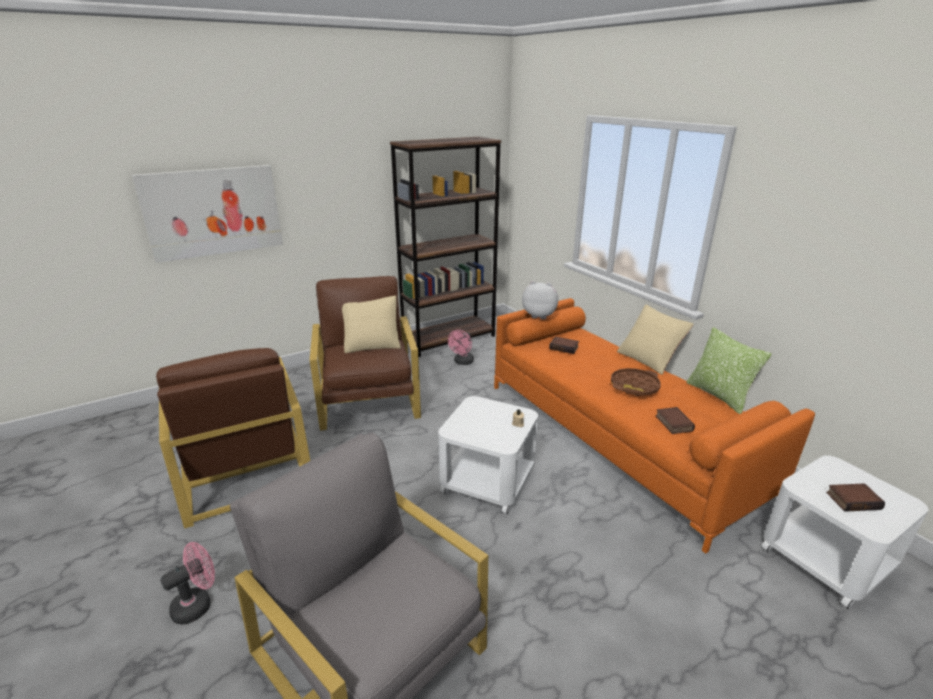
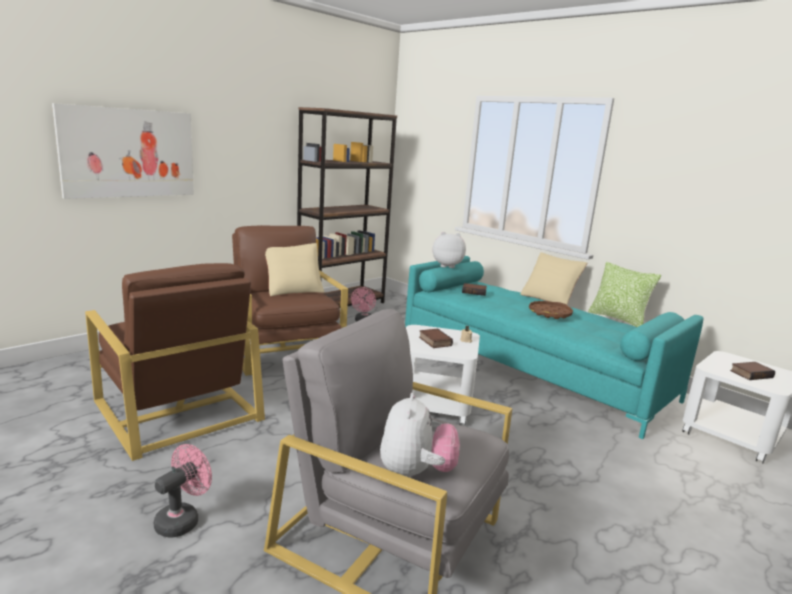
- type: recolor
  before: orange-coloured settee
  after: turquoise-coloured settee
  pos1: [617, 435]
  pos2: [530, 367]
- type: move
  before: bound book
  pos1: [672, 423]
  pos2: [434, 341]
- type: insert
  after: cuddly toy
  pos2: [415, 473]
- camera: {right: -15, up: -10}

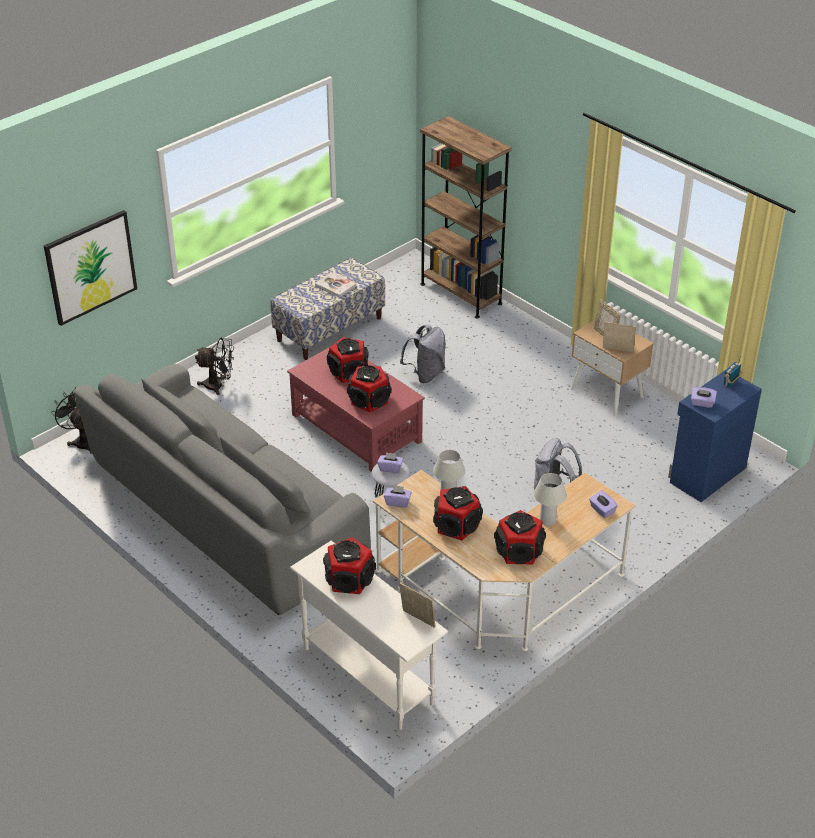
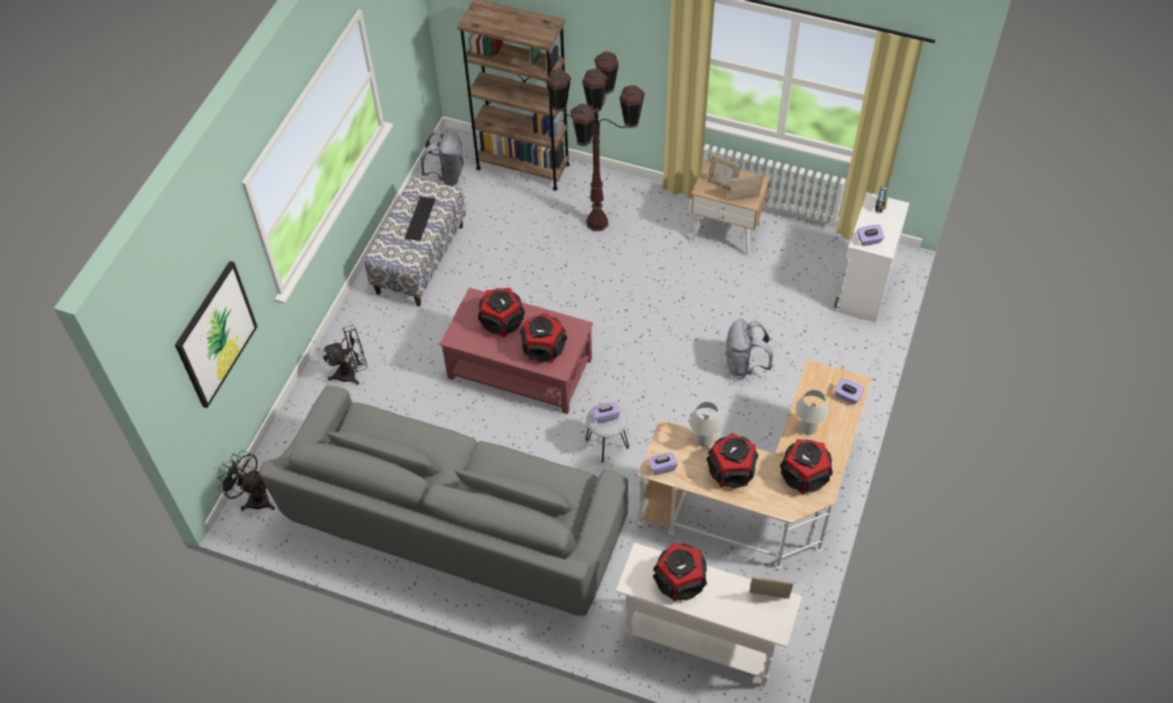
- type: replace
  before: bound book
  after: computer keyboard
  pos1: [335, 286]
  pos2: [420, 218]
- type: move
  before: grey knapsack
  pos1: [425, 374]
  pos2: [446, 175]
- type: recolor
  before: blue-coloured storage cabinet
  after: white storage cabinet
  pos1: [706, 475]
  pos2: [863, 290]
- type: insert
  after: brown-coloured standing lamp
  pos2: [597, 222]
- camera: {right: -25, up: 15}

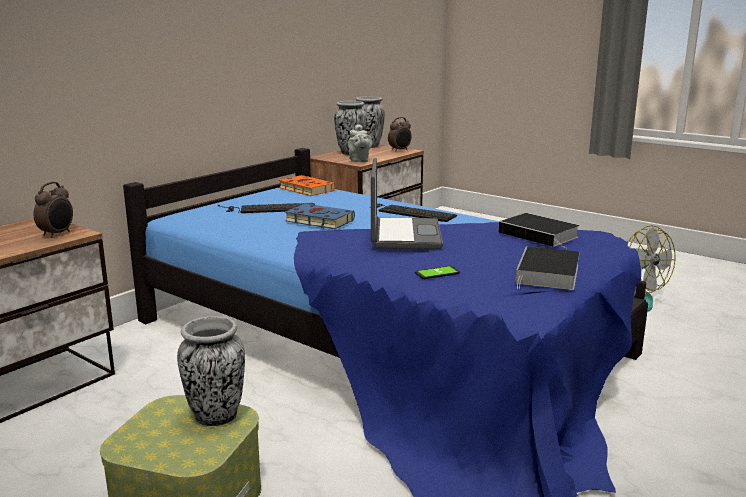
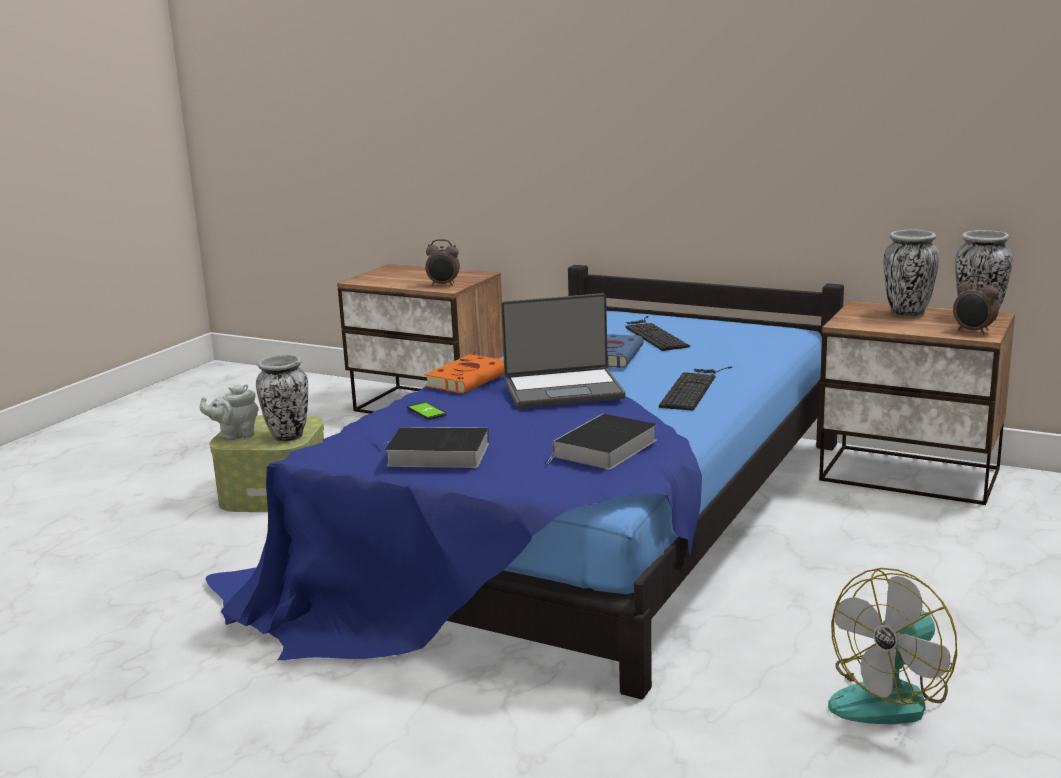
- type: move
  before: grey tea pot
  pos1: [359, 160]
  pos2: [235, 435]
- type: move
  before: orange-coloured bound book
  pos1: [305, 189]
  pos2: [468, 379]
- camera: {right: 80, up: 0}

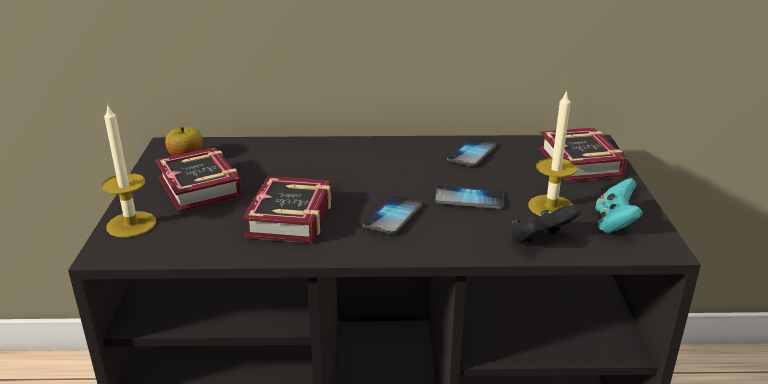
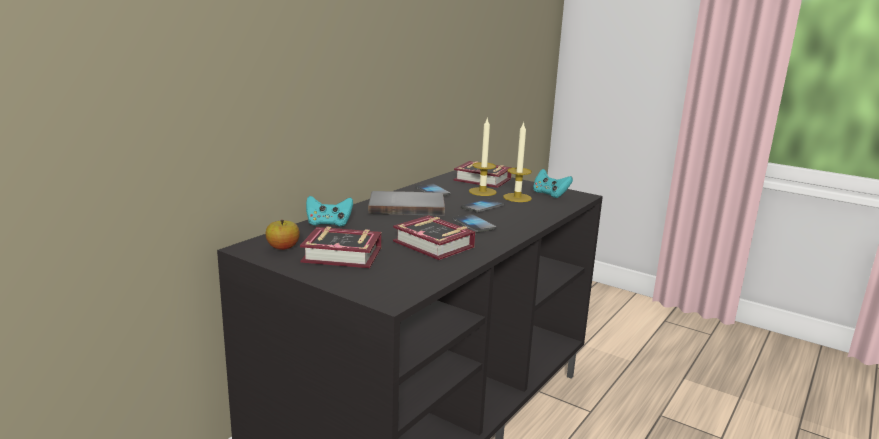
- type: move
  before: wax light
  pos1: [131, 224]
  pos2: [482, 192]
- type: delete
  before: black-coloured gamepad
  pos1: [541, 240]
- type: insert
  after: grey bound book
  pos2: [406, 206]
- type: insert
  after: turquoise-coloured gamepad
  pos2: [329, 224]
- camera: {right: -55, up: -10}

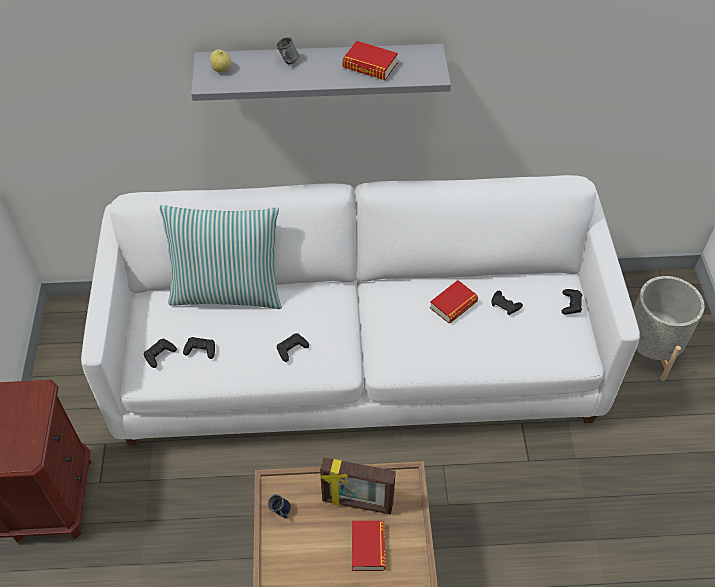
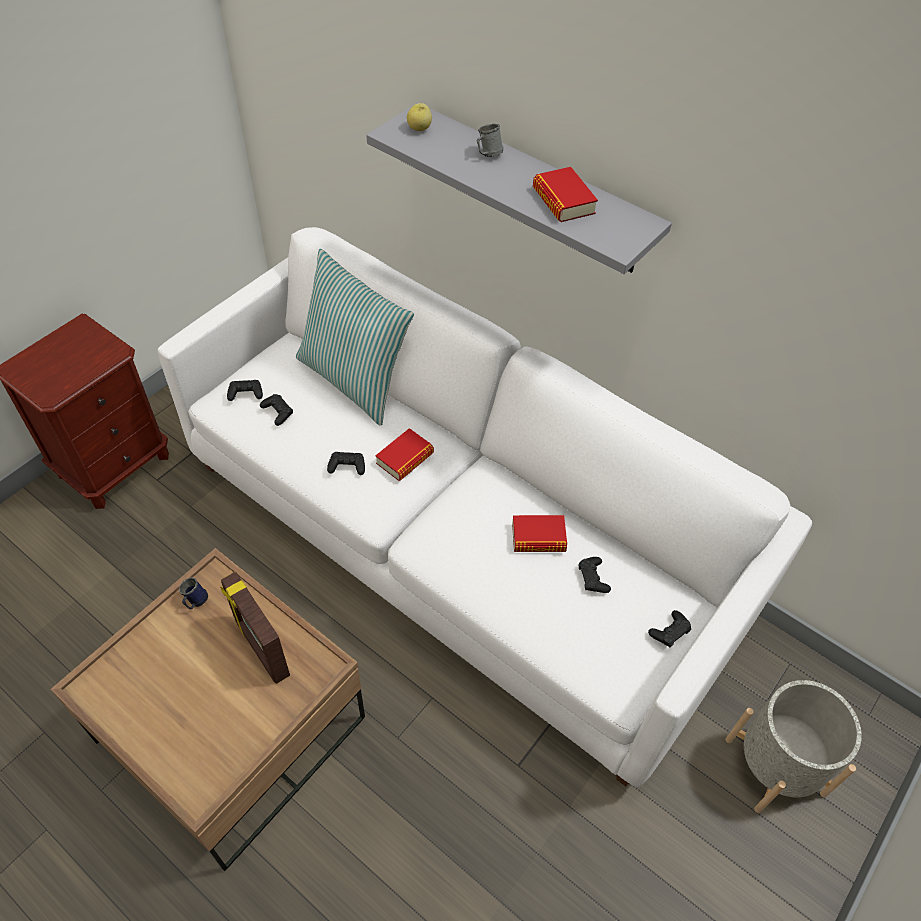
- type: move
  before: bound book
  pos1: [368, 548]
  pos2: [405, 458]
- camera: {right: 40, up: 0}

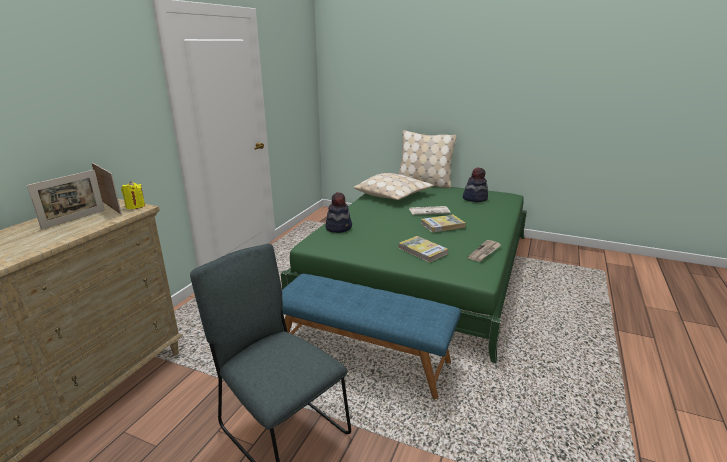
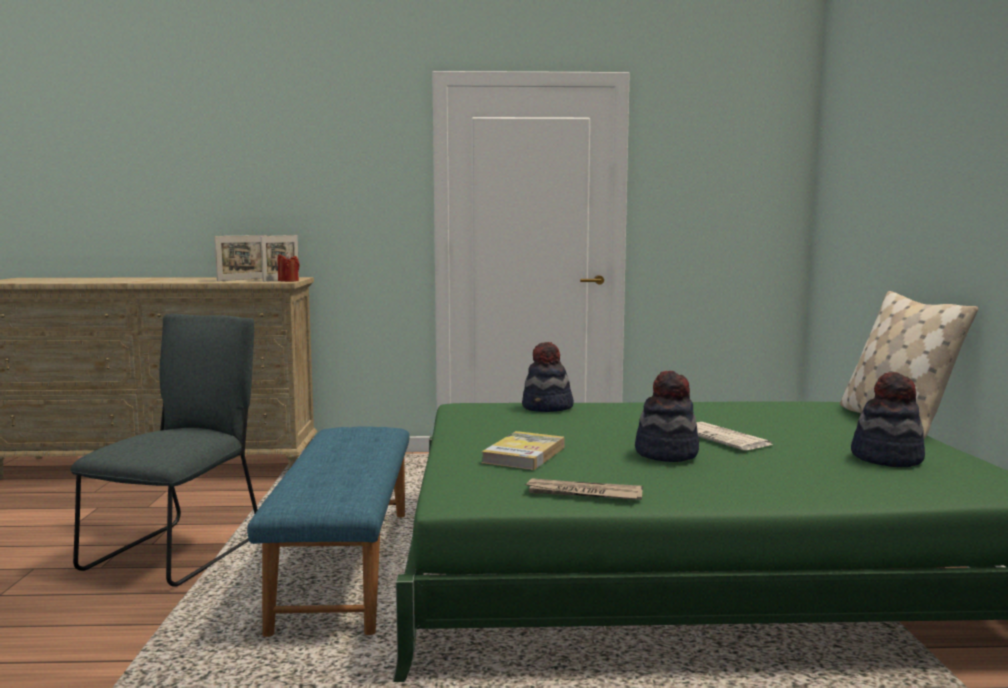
- type: rotate
  before: standing frame
  pos1: [74, 219]
  pos2: [243, 279]
  turn: -60
- type: delete
  before: sand-coloured pillow
  pos1: [394, 195]
- type: recolor
  before: yellow wax light
  after: red-coloured wax light
  pos1: [135, 206]
  pos2: [288, 281]
- type: replace
  before: bound book
  after: clothing hat
  pos1: [442, 225]
  pos2: [666, 453]
- camera: {right: 65, up: -15}

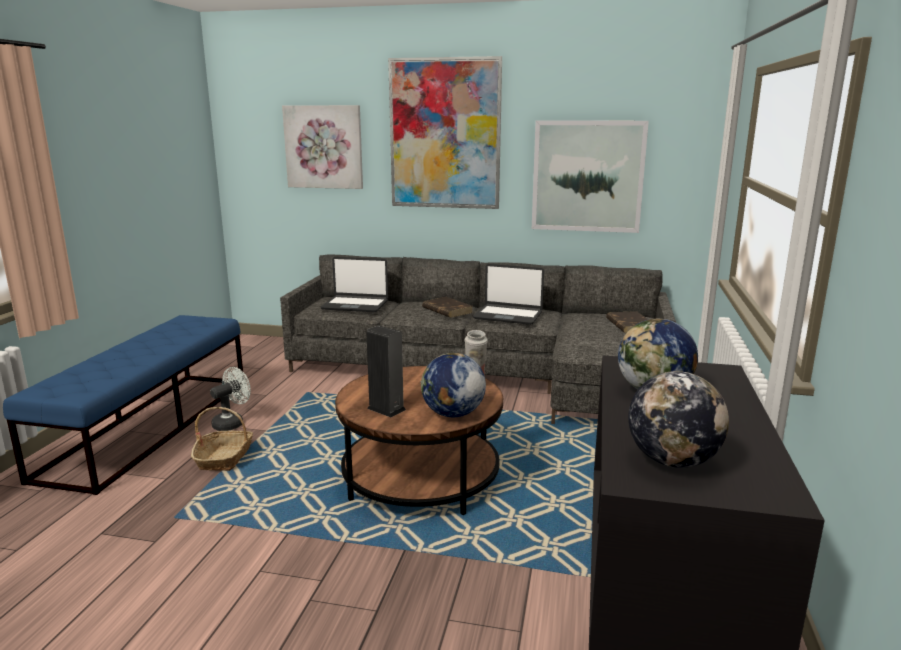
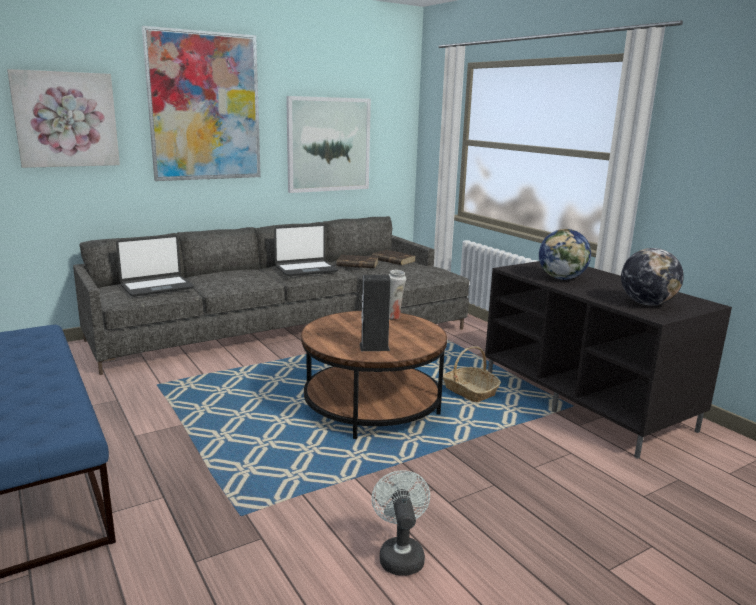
- type: move
  before: brown-coloured bound book
  pos1: [447, 310]
  pos2: [357, 264]
- type: delete
  before: desk globe
  pos1: [452, 414]
- type: move
  before: white fan
  pos1: [232, 423]
  pos2: [400, 554]
- type: move
  before: basket
  pos1: [225, 458]
  pos2: [469, 391]
- camera: {right: -45, up: 0}

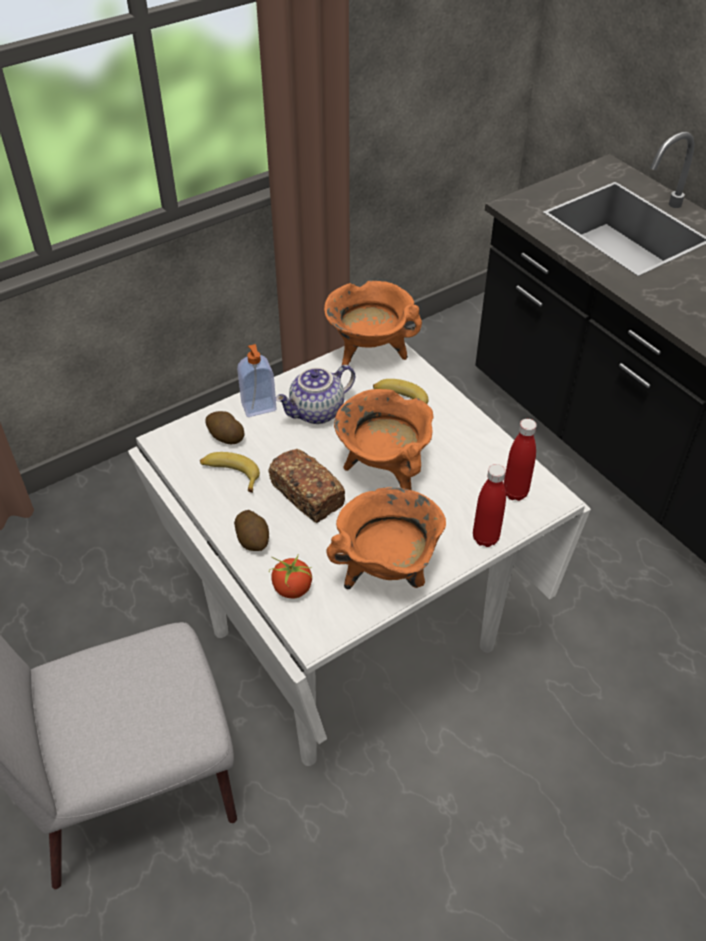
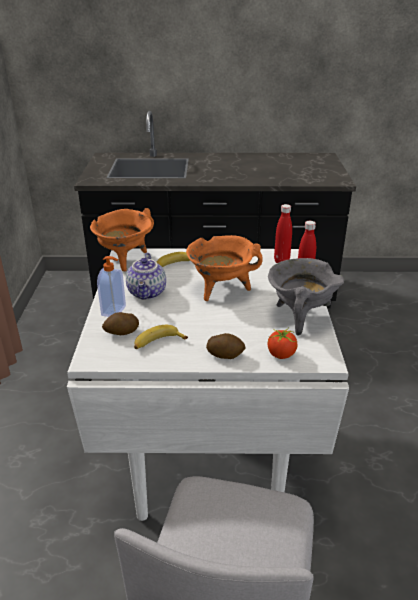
- type: delete
  before: baked bread
  pos1: [307, 495]
- type: recolor
  before: orange-coloured saucepot
  after: grey saucepot
  pos1: [387, 572]
  pos2: [299, 317]
- camera: {right: -55, up: -15}

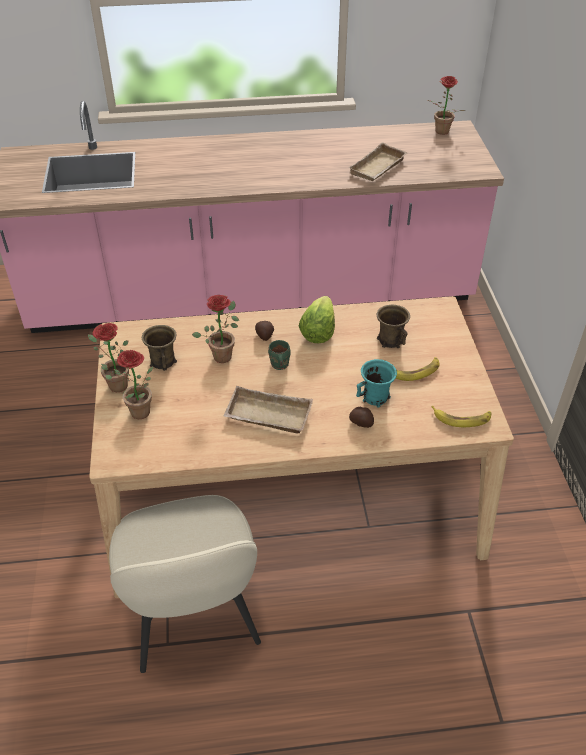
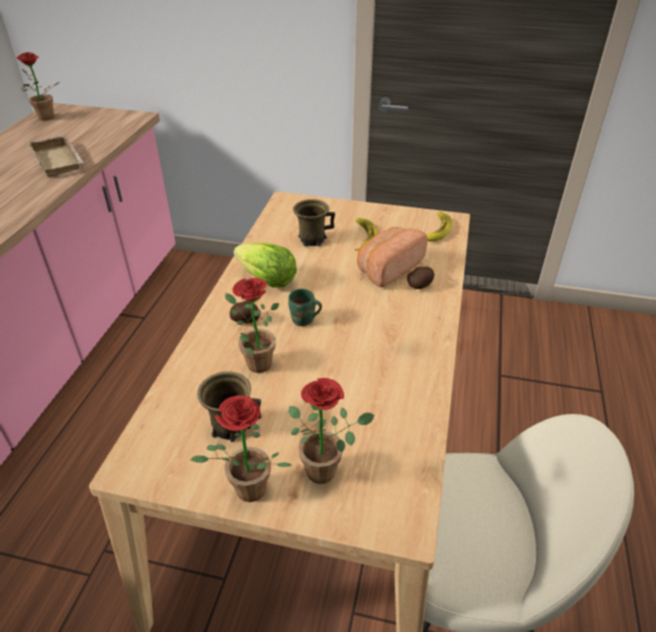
- type: replace
  before: turquoise-coloured tea mug
  after: baked bread
  pos1: [375, 397]
  pos2: [388, 268]
- type: delete
  before: sand-coloured carrying tray
  pos1: [267, 416]
- camera: {right: -70, up: -5}

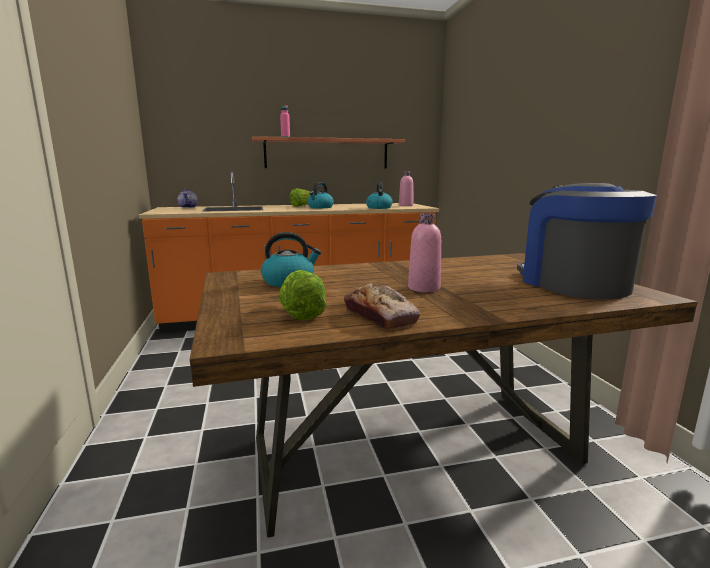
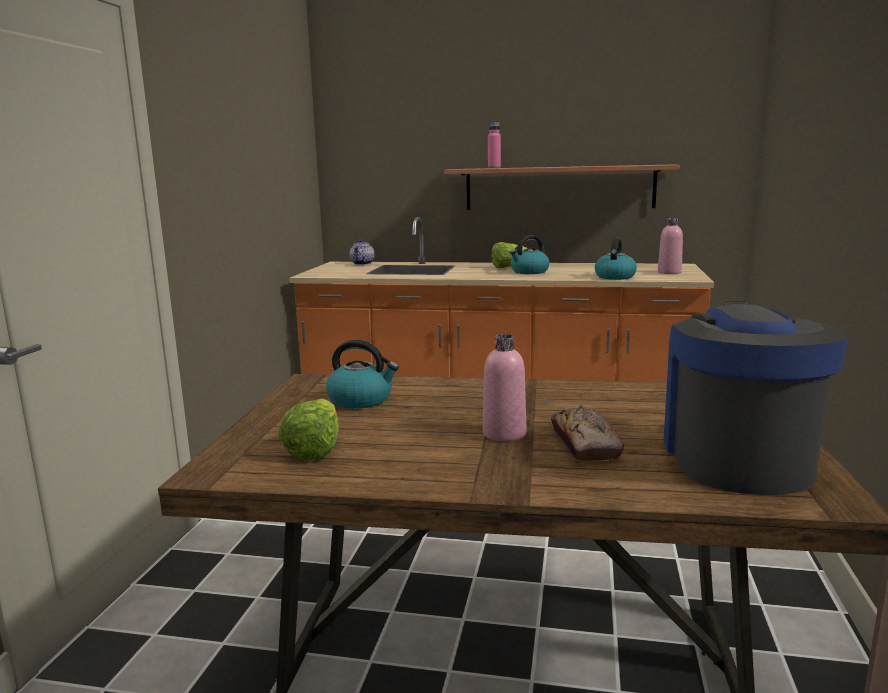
- type: move
  before: baked bread
  pos1: [380, 316]
  pos2: [585, 444]
- camera: {right: 25, up: 0}

